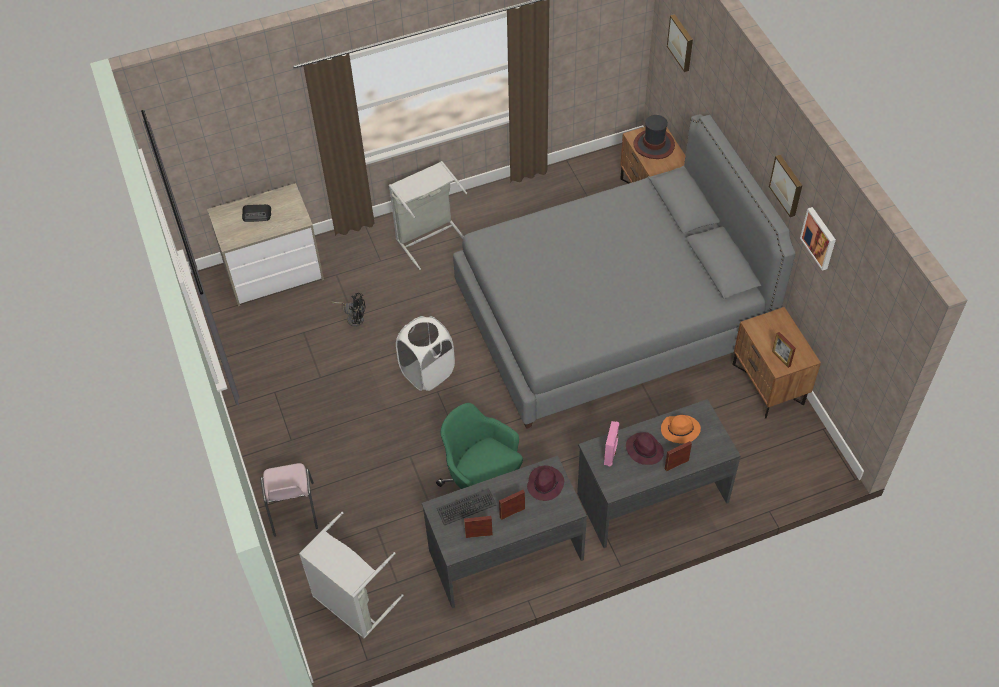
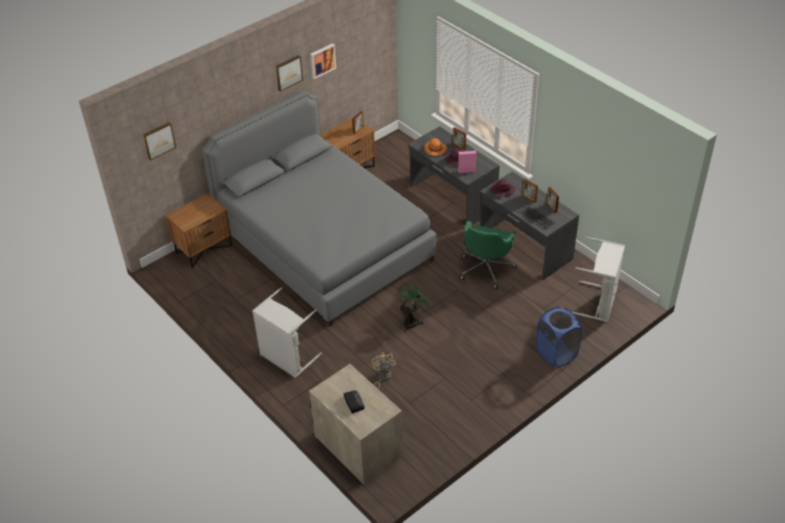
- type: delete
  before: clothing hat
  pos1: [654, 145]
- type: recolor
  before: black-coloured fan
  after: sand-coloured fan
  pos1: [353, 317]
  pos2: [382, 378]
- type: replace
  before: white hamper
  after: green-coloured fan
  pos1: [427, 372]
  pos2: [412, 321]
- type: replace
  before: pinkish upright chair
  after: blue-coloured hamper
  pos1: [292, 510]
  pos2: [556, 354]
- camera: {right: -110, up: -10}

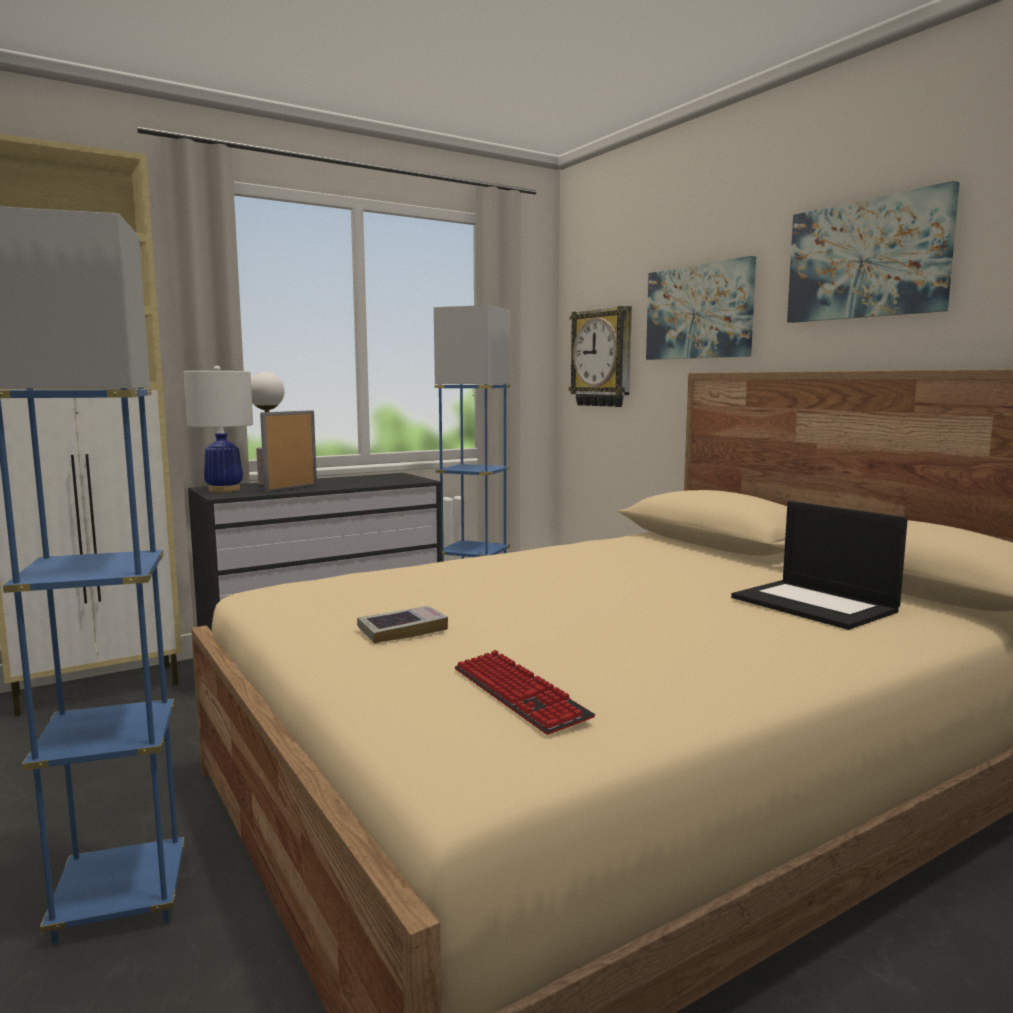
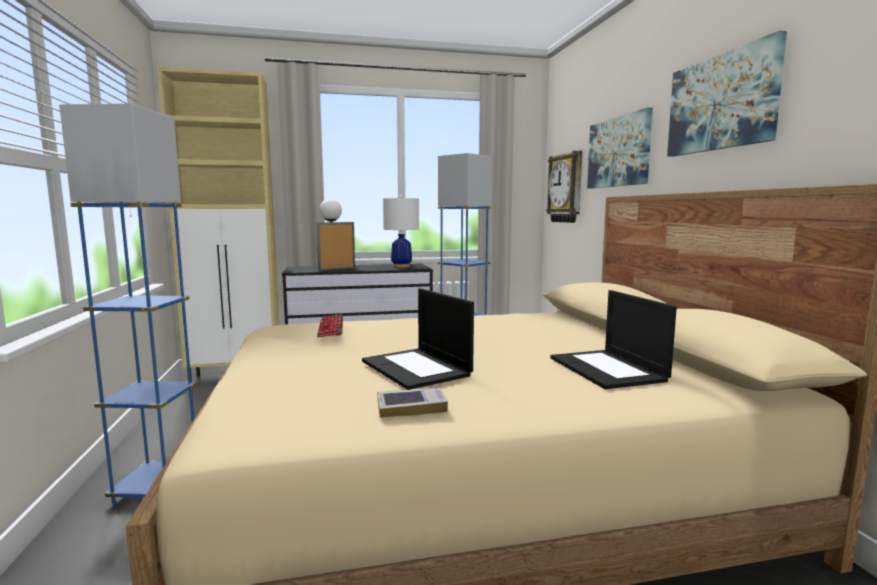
- type: move
  before: white tabletop lamp
  pos1: [224, 490]
  pos2: [401, 266]
- type: move
  before: bound book
  pos1: [402, 630]
  pos2: [411, 407]
- type: move
  before: computer keyboard
  pos1: [518, 694]
  pos2: [331, 327]
- type: insert
  after: notebook computer
  pos2: [417, 368]
- camera: {right: 20, up: 0}

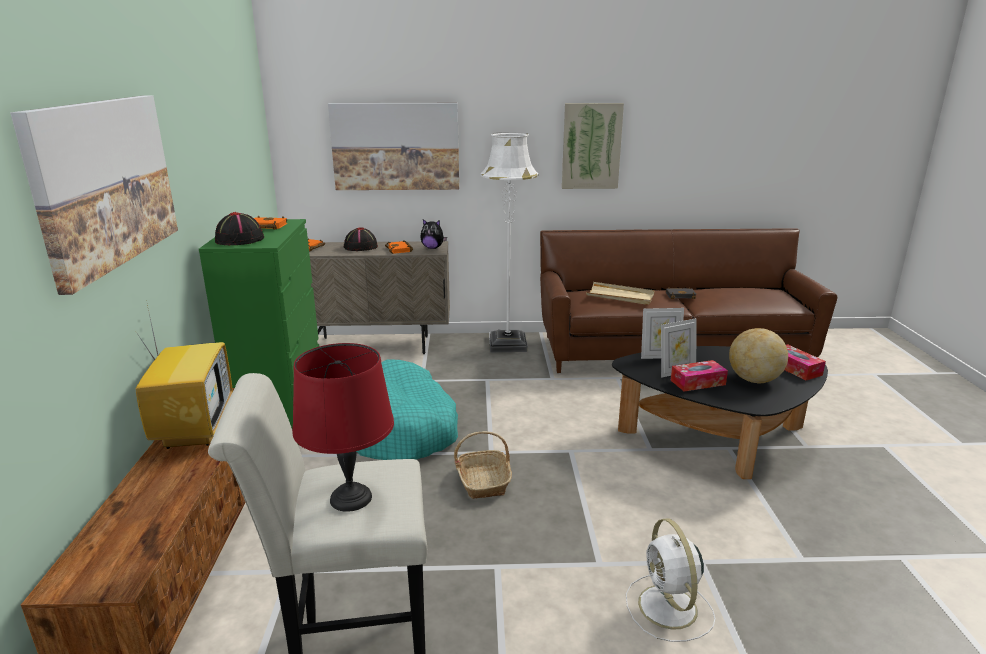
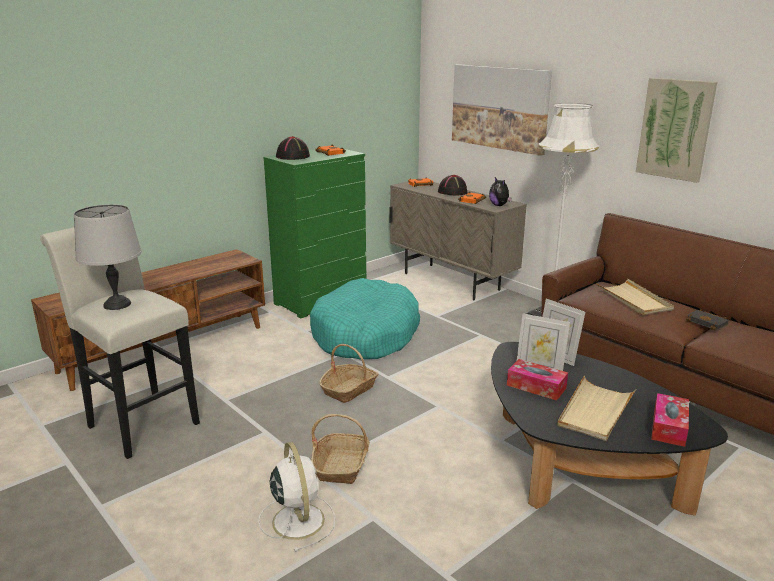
- type: delete
  before: picture
  pos1: [104, 183]
- type: delete
  before: TV set
  pos1: [194, 428]
- type: replace
  before: desk globe
  after: sand-coloured carrying tray
  pos1: [753, 380]
  pos2: [595, 411]
- type: recolor
  before: red-coloured tabletop lamp
  after: grey tabletop lamp
  pos1: [350, 498]
  pos2: [116, 304]
- type: rotate
  before: white fan
  pos1: [668, 609]
  pos2: [297, 519]
  turn: 120
- type: insert
  after: basket
  pos2: [341, 465]
- camera: {right: 50, up: 0}

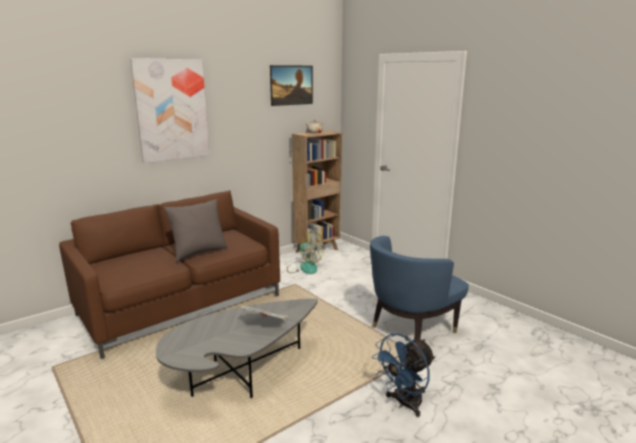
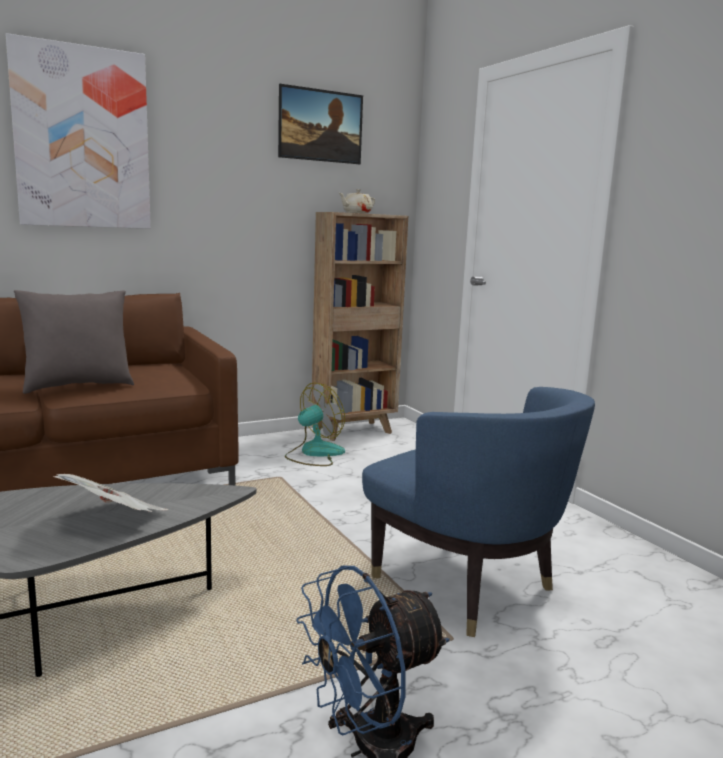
- type: rotate
  before: fan
  pos1: [304, 267]
  pos2: [314, 453]
  turn: -90
- type: rotate
  before: blue-coloured lounge chair
  pos1: [412, 330]
  pos2: [465, 585]
  turn: -105
- camera: {right: 10, up: -5}

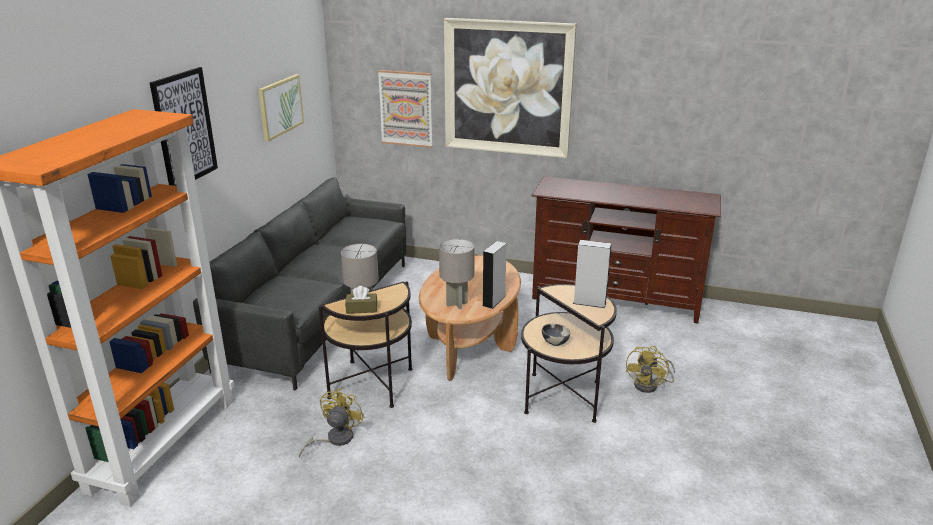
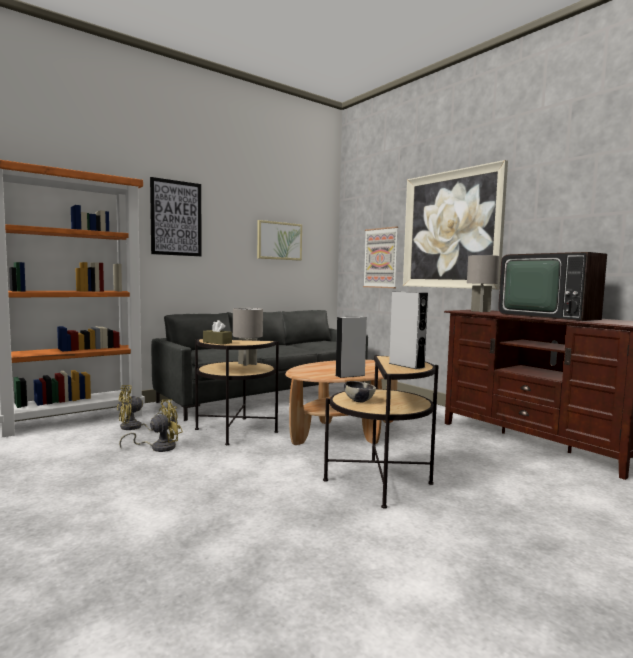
- type: move
  before: grey tabletop lamp
  pos1: [457, 303]
  pos2: [480, 311]
- type: move
  before: yellow fan
  pos1: [650, 385]
  pos2: [135, 428]
- type: insert
  after: TV set
  pos2: [549, 316]
- camera: {right: 35, up: -20}

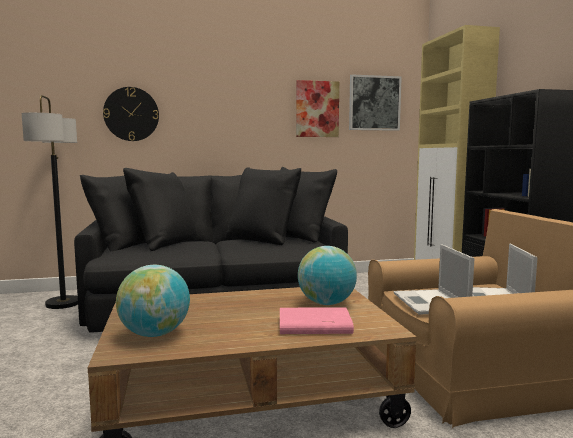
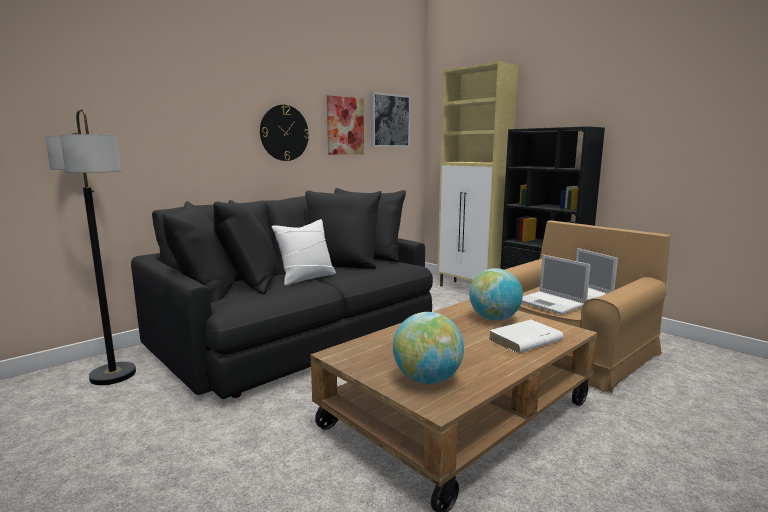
- type: move
  before: wall clock
  pos1: [131, 114]
  pos2: [284, 133]
- type: recolor
  before: pinkish bound book
  after: white bound book
  pos1: [313, 326]
  pos2: [524, 340]
- type: insert
  after: white pillow
  pos2: [306, 278]
- camera: {right: -30, up: 5}

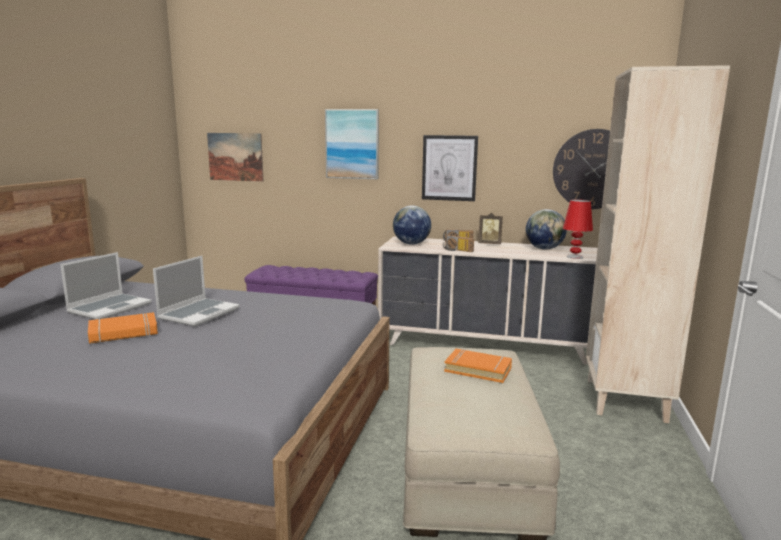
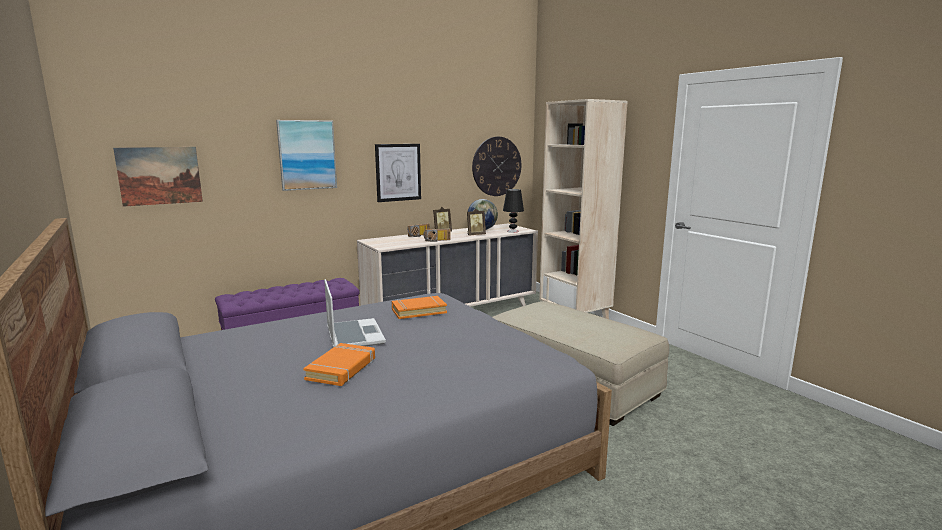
- type: recolor
  before: red-coloured tabletop lamp
  after: black-coloured tabletop lamp
  pos1: [574, 257]
  pos2: [512, 231]
- type: delete
  before: desk globe
  pos1: [411, 244]
- type: delete
  before: notebook computer
  pos1: [110, 308]
- type: move
  before: orange-coloured bound book
  pos1: [478, 369]
  pos2: [418, 311]
- type: insert
  after: standing frame
  pos2: [475, 235]
- camera: {right: -45, up: 0}

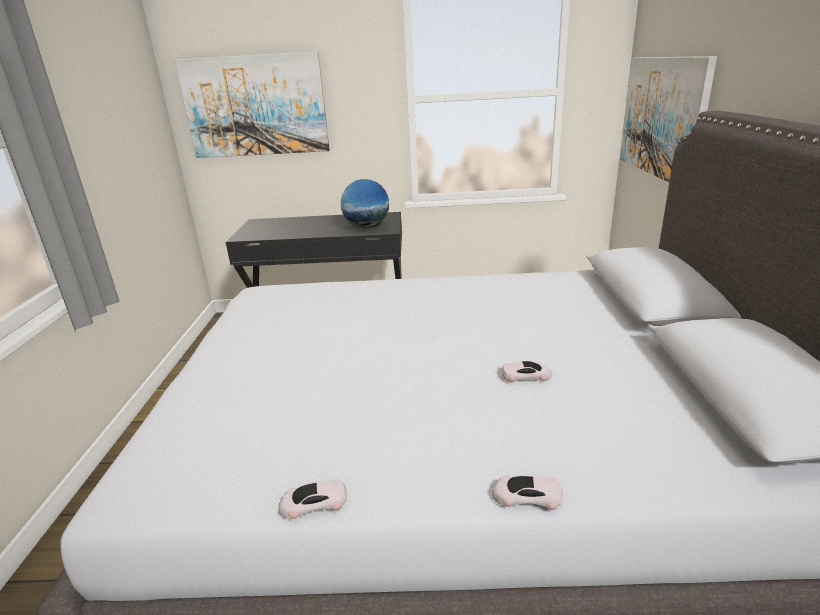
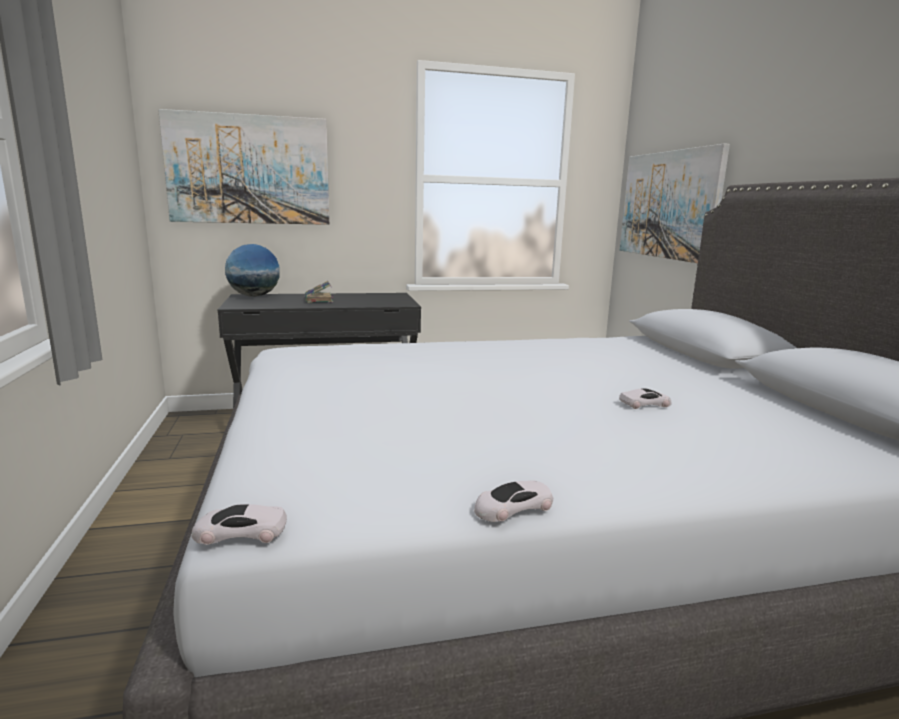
- type: move
  before: desk globe
  pos1: [367, 227]
  pos2: [254, 296]
- type: move
  before: white model car
  pos1: [526, 496]
  pos2: [240, 532]
- type: insert
  after: bound book
  pos2: [319, 300]
- camera: {right: -15, up: -10}

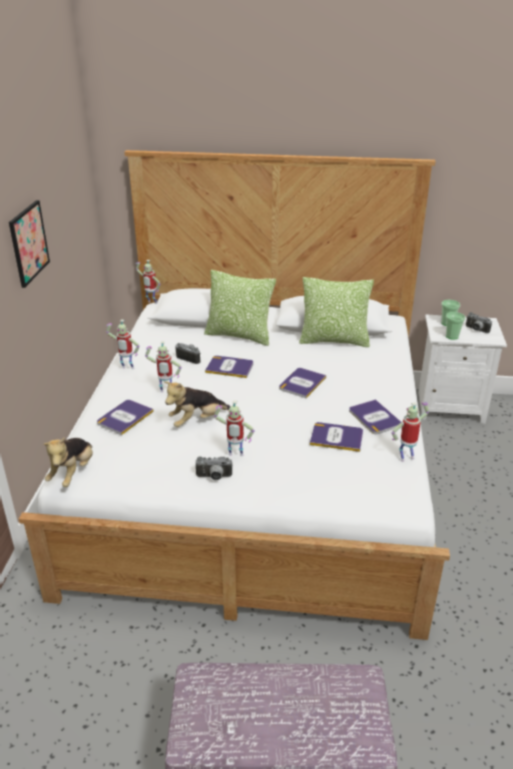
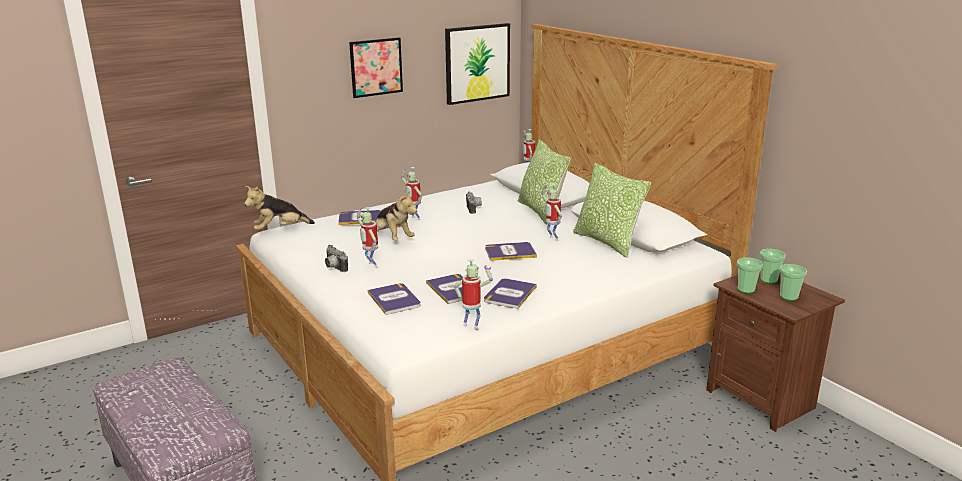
- type: replace
  before: still camera
  after: cup
  pos1: [476, 330]
  pos2: [788, 297]
- type: recolor
  before: white night table
  after: brown-coloured night table
  pos1: [449, 407]
  pos2: [761, 399]
- type: move
  before: model robot
  pos1: [127, 368]
  pos2: [552, 238]
- type: move
  before: bound book
  pos1: [229, 367]
  pos2: [394, 299]
- type: rotate
  before: cuddly toy
  pos1: [197, 421]
  pos2: [392, 238]
  turn: -150
- type: insert
  after: picture
  pos2: [477, 63]
- camera: {right: 50, up: -10}

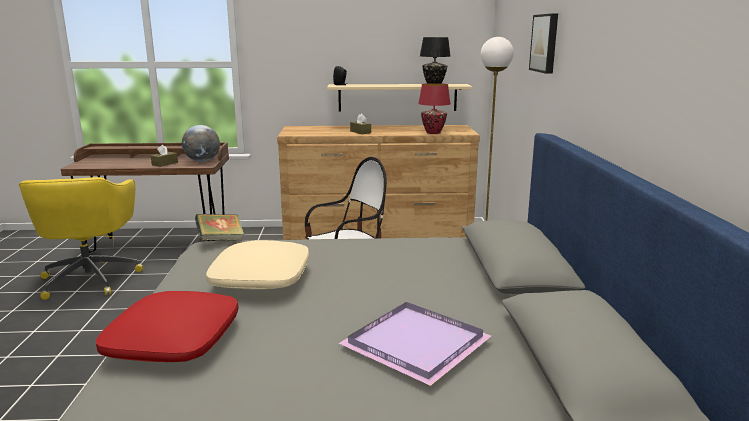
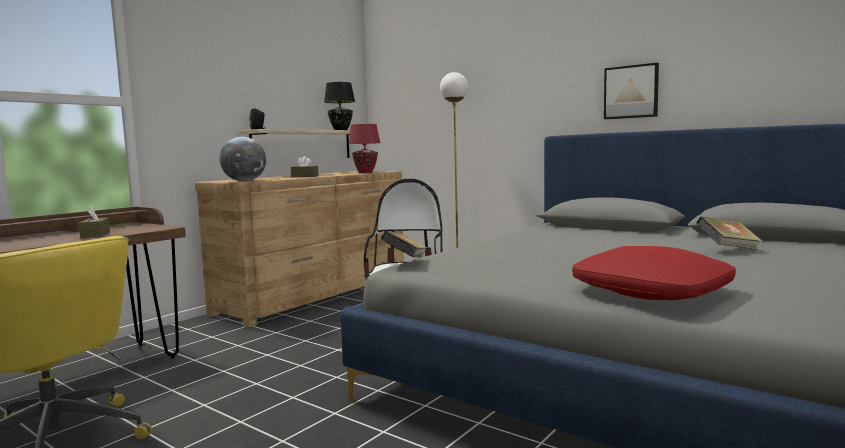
- type: move
  before: picture
  pos1: [545, 43]
  pos2: [631, 92]
- type: move
  before: desk globe
  pos1: [202, 161]
  pos2: [244, 181]
- type: delete
  before: sand-coloured pillow
  pos1: [261, 277]
- type: replace
  before: purple carrying tray
  after: bound book
  pos1: [416, 346]
  pos2: [728, 249]
- camera: {right: -50, up: -10}

